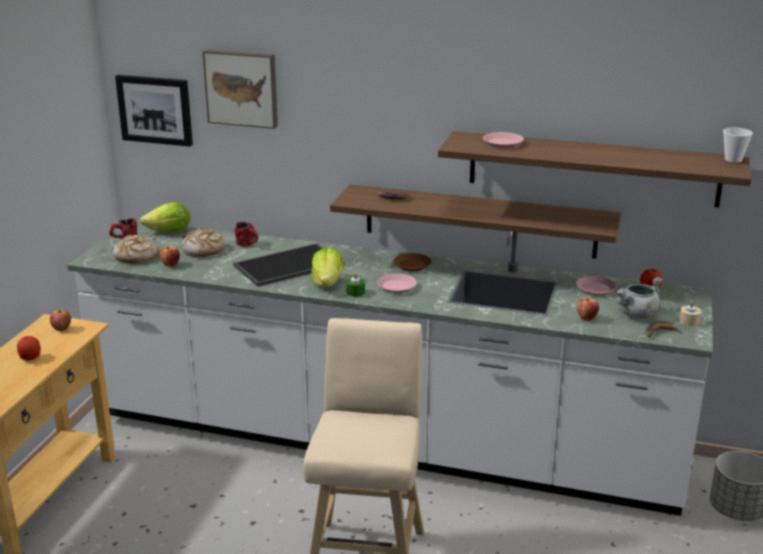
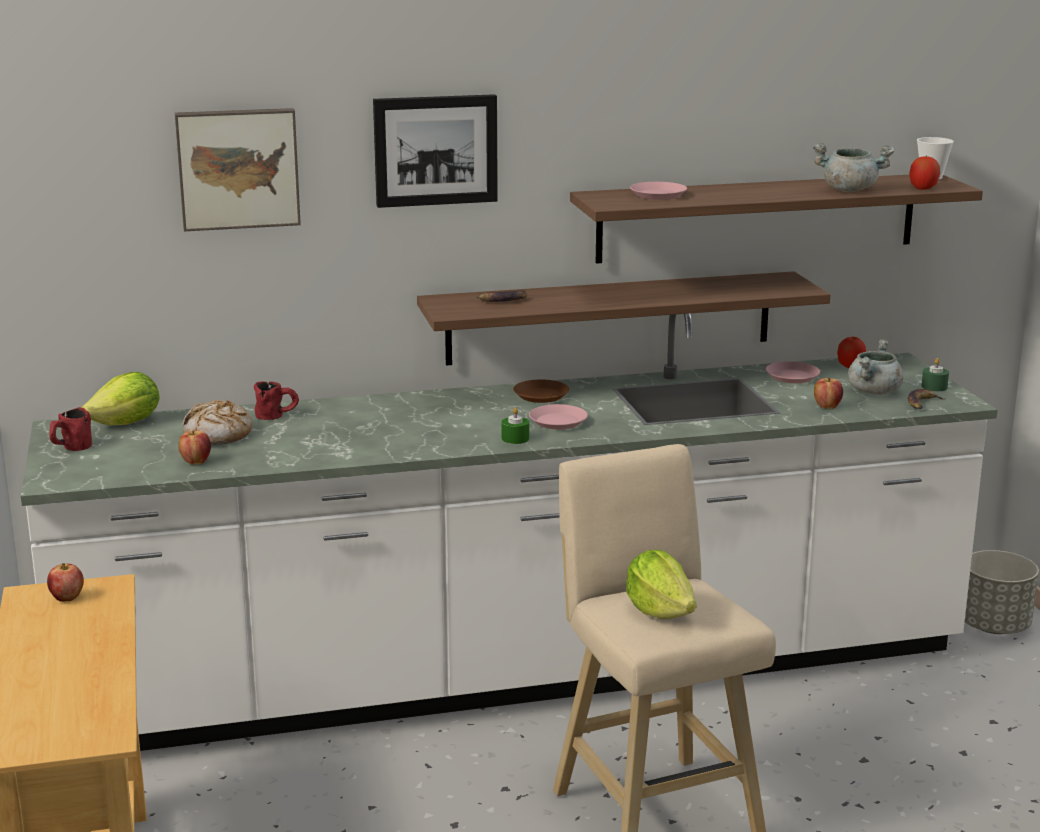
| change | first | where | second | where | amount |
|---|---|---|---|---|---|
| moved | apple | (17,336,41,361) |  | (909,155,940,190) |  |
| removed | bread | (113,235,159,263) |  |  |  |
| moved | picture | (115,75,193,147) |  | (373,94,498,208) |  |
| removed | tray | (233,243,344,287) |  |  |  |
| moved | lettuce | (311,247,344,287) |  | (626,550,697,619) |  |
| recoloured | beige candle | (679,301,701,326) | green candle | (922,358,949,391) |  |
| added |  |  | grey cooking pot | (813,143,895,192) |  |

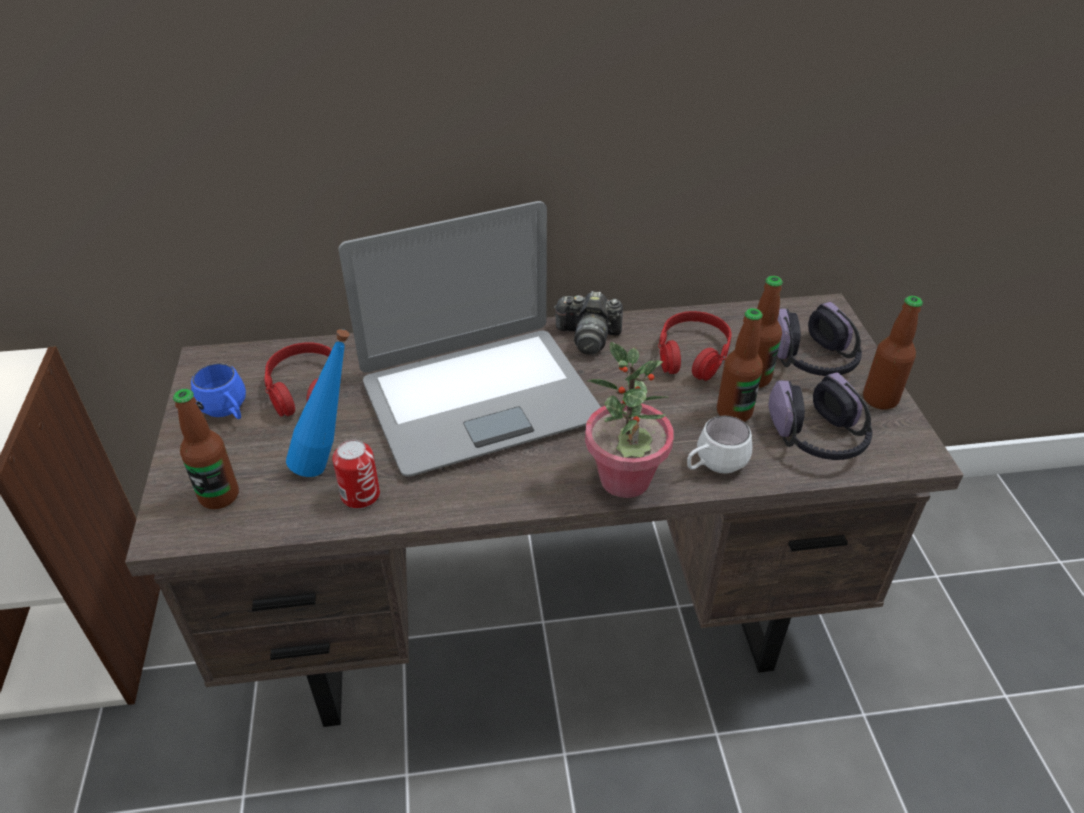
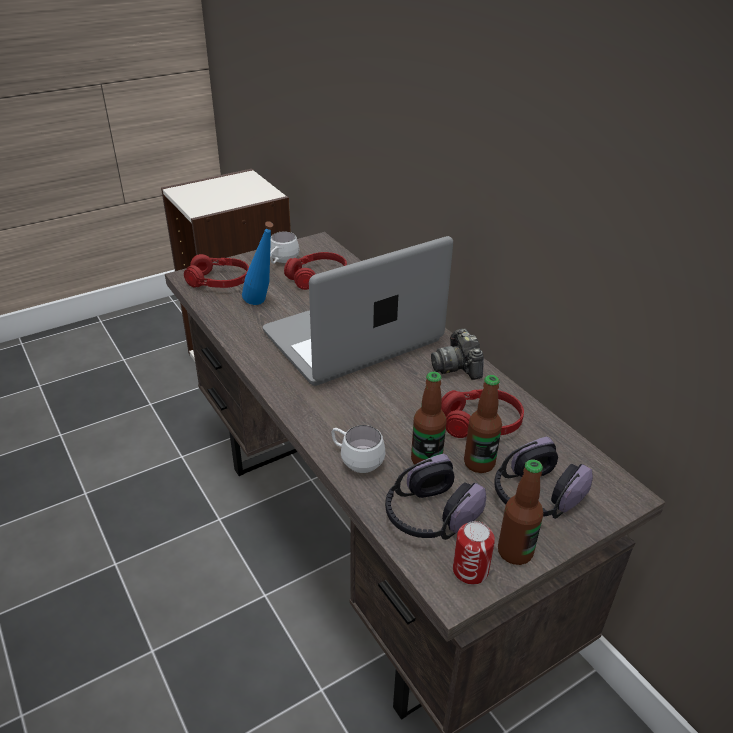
| change | first | where | second | where | amount |
|---|---|---|---|---|---|
| replaced | bottle | (173,389,239,509) | red headphones | (184,254,249,288) |  |
| recoloured | blue mug | (191,363,246,419) | white mug | (270,231,300,264) |  |
| moved | can | (332,440,380,509) |  | (453,521,495,585) |  |
| turned | laptop | (339,201,601,477) |  | (263,236,453,386) | 105 degrees clockwise |
| removed | potted plant | (585,342,674,498) |  |  |  |

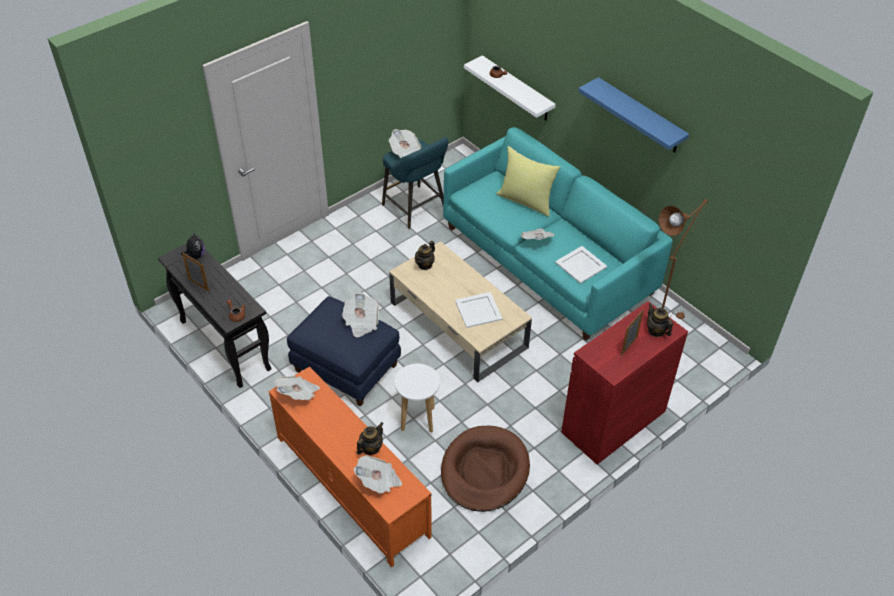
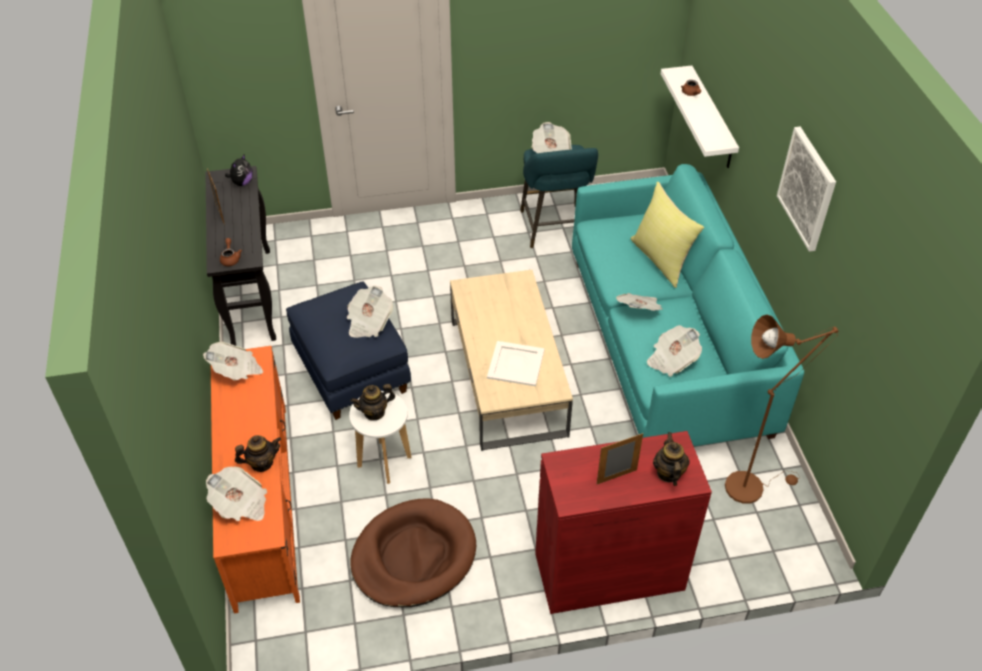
| change | first | where | second | where | amount |
|---|---|---|---|---|---|
| moved | teapot | (415,241,435,270) |  | (350,384,395,421) |  |
| replaced | white tray | (555,246,607,284) | newspaper | (647,325,702,377) |  |
| replaced | blue shelf | (578,77,689,153) | picture | (777,127,836,252) |  |

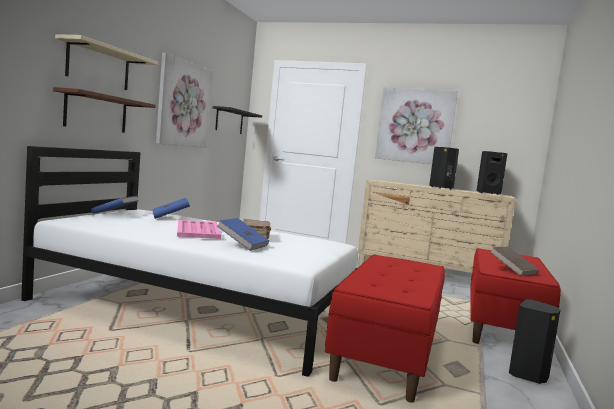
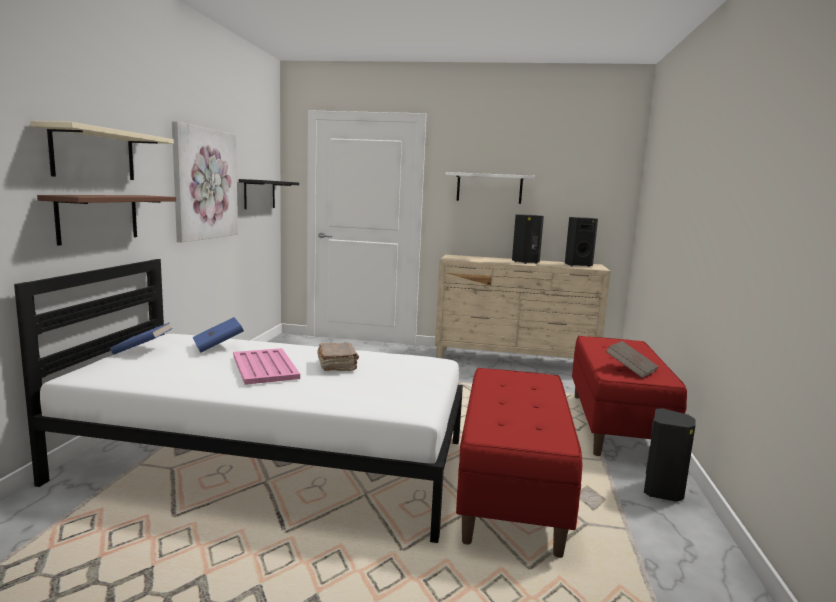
| change | first | where | second | where | amount |
|---|---|---|---|---|---|
| removed | blue book | (217,218,269,251) |  |  |  |
| replaced | picture | (375,87,458,164) | white shelf | (445,172,535,204) |  |

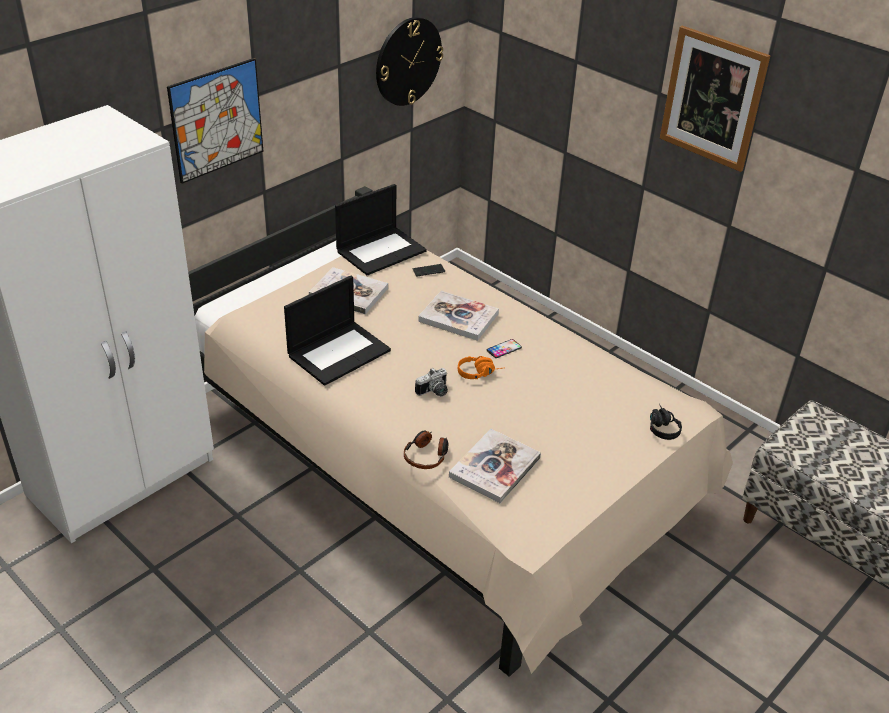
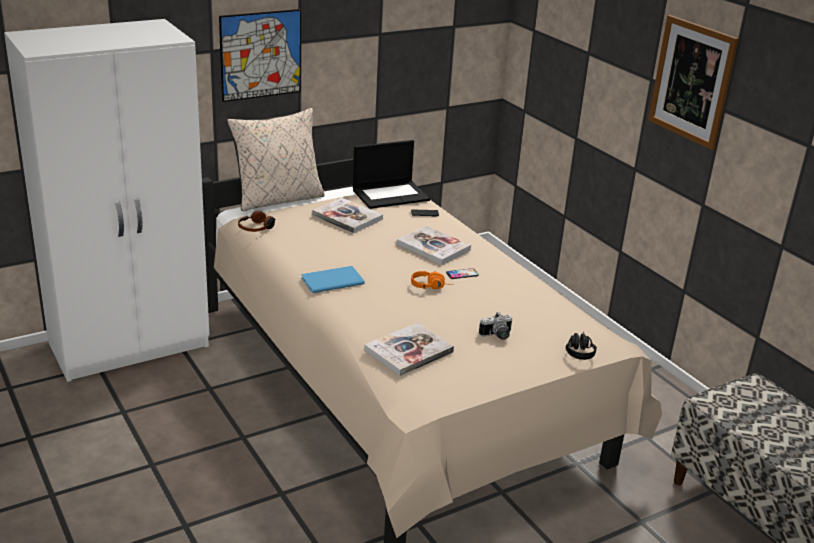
| change | first | where | second | where | amount |
|---|---|---|---|---|---|
| removed | laptop | (284,275,391,386) |  |  |  |
| removed | wall clock | (376,17,443,106) |  |  |  |
| moved | headphones | (404,430,448,469) |  | (238,211,276,232) |  |
| moved | photo camera | (415,368,448,397) |  | (479,312,512,340) |  |
| added |  |  | beige pillow | (227,108,325,211) |  |
| added |  |  | blue book | (301,266,365,293) |  |

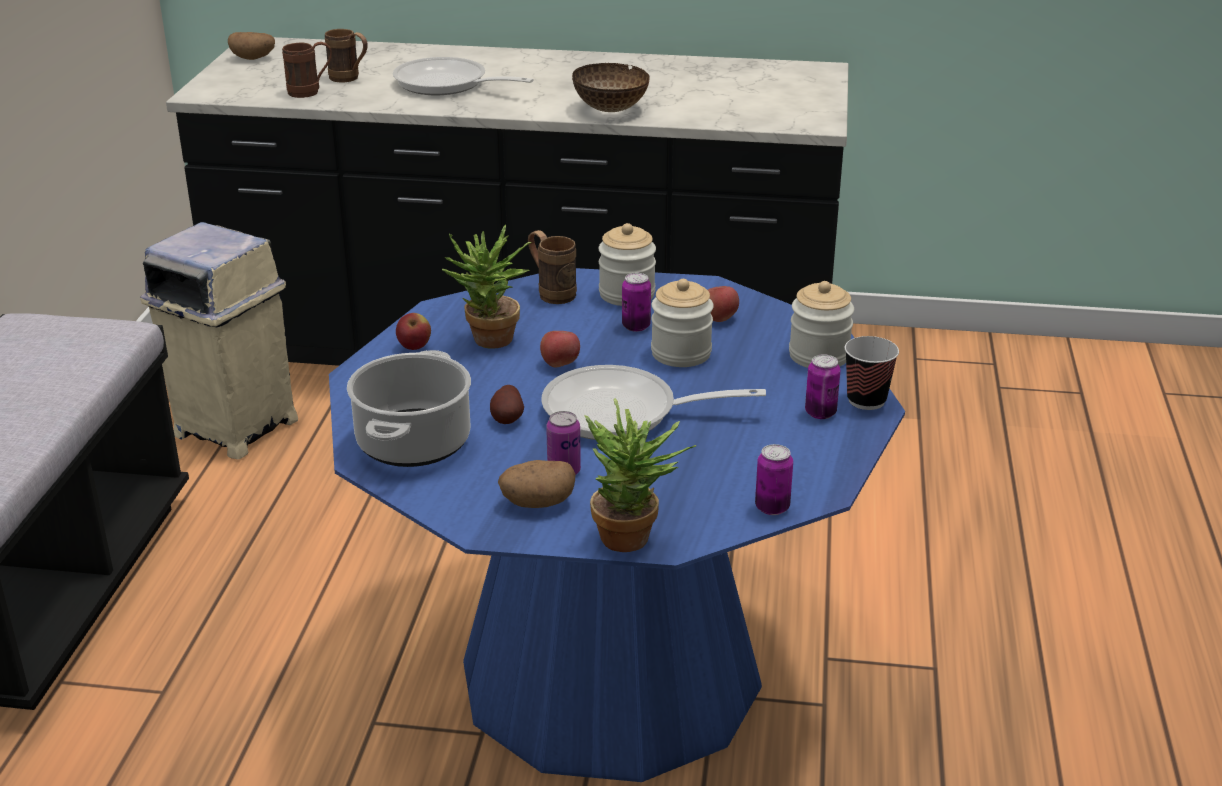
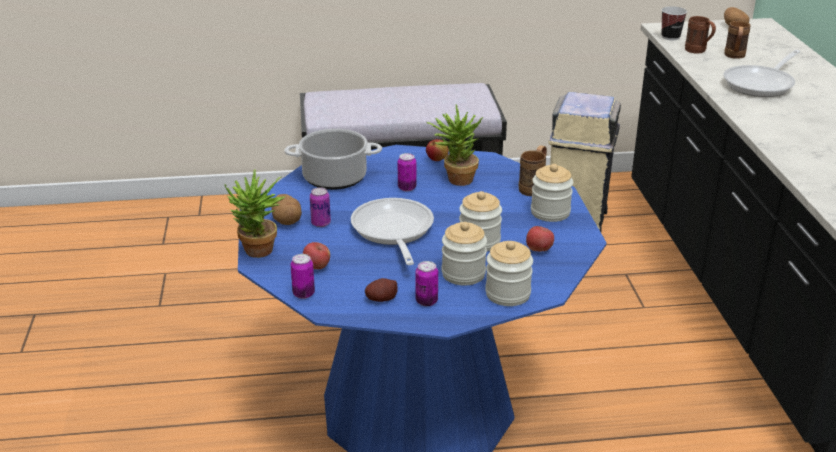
| change | first | where | second | where | amount |
|---|---|---|---|---|---|
| turned | frying pan | (393,57,534,95) |  | (723,50,800,97) | 150 degrees counterclockwise |
| moved | potato | (490,385,524,424) |  | (365,278,398,302) |  |
| moved | apple | (540,331,580,367) |  | (303,242,330,269) |  |
| removed | bowl | (572,63,650,112) |  |  |  |
| moved | can | (622,273,651,332) |  | (398,153,416,191) |  |
| moved | cup | (845,336,899,410) |  | (662,6,687,40) |  |
| added |  |  | jar | (442,222,487,285) |  |

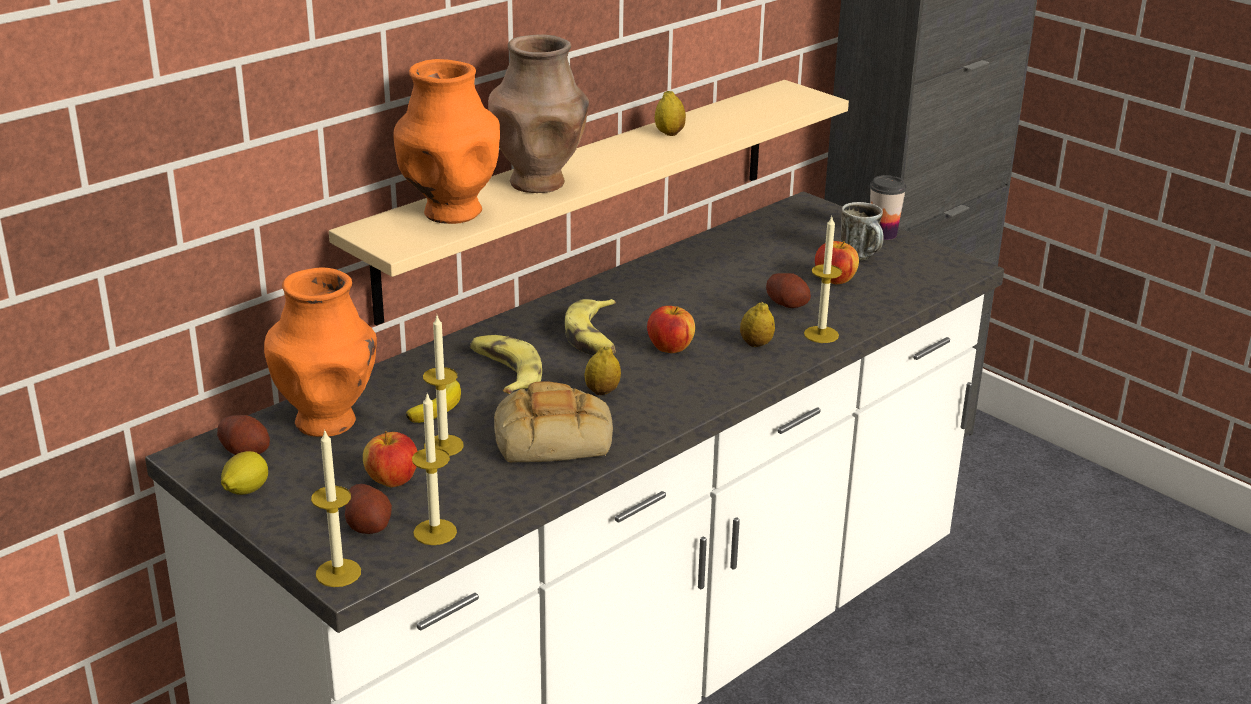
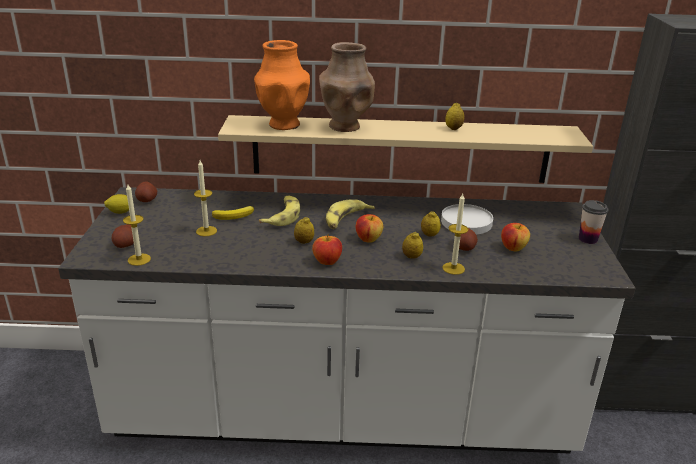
| change | first | where | second | where | amount |
|---|---|---|---|---|---|
| removed | orange vase | (264,268,377,437) |  |  |  |
| removed | candle | (311,431,361,587) |  |  |  |
| moved | apple | (363,431,418,487) |  | (312,234,342,265) |  |
| removed | bread | (494,381,613,462) |  |  |  |
| removed | mug | (840,202,884,261) |  |  |  |
| added |  |  | lemon | (421,211,441,237) |  |
| added |  |  | white plate | (441,204,493,235) |  |

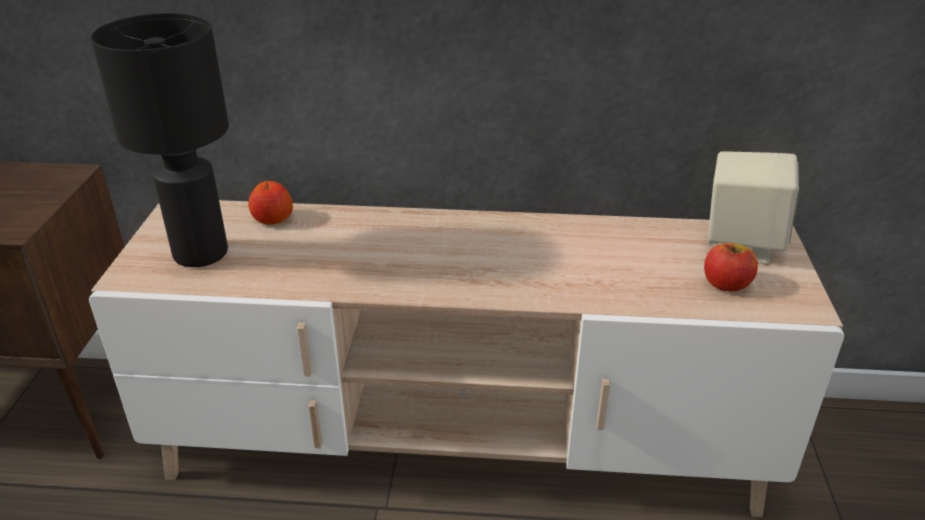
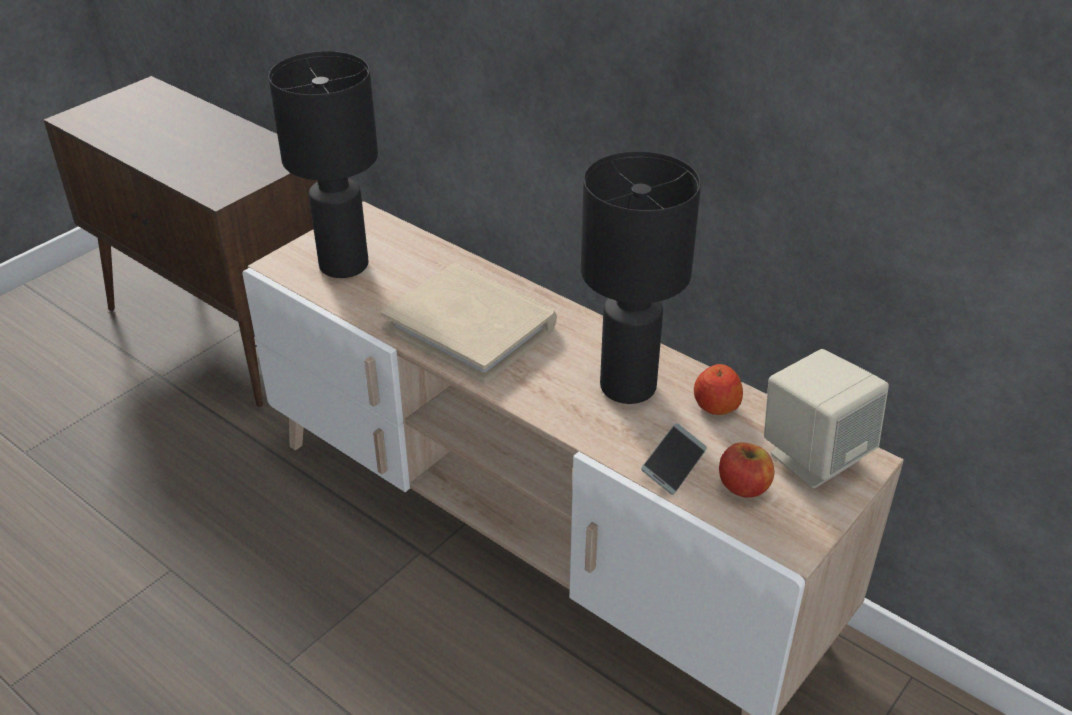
| change | first | where | second | where | amount |
|---|---|---|---|---|---|
| moved | apple | (248,181,293,225) |  | (694,364,743,415) |  |
| added |  |  | beige book | (381,263,557,384) |  |
| added |  |  | black table lamp | (581,151,701,404) |  |
| added |  |  | phone | (641,423,707,495) |  |

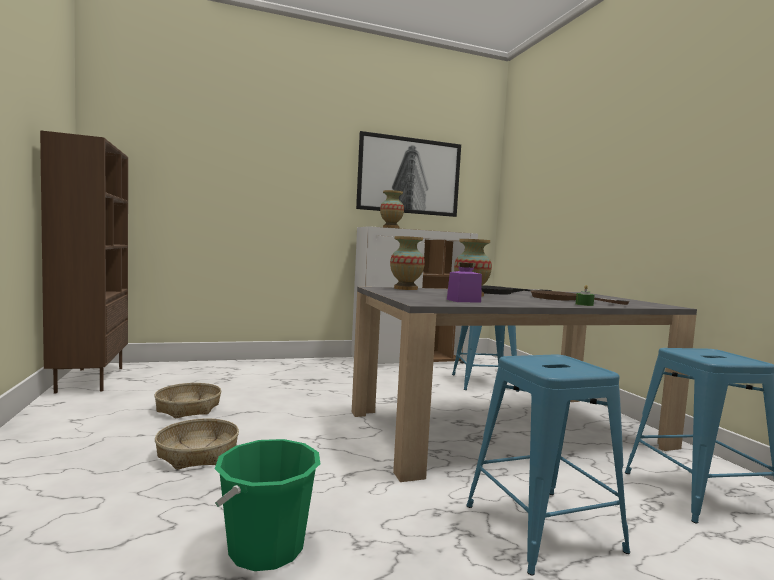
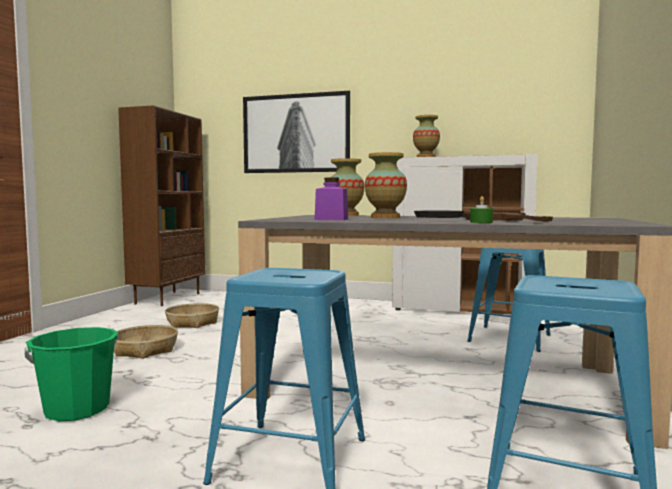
| change | first | where | second | where | amount |
|---|---|---|---|---|---|
| moved | picture | (356,131,461,217) |  | (243,91,350,173) |  |

